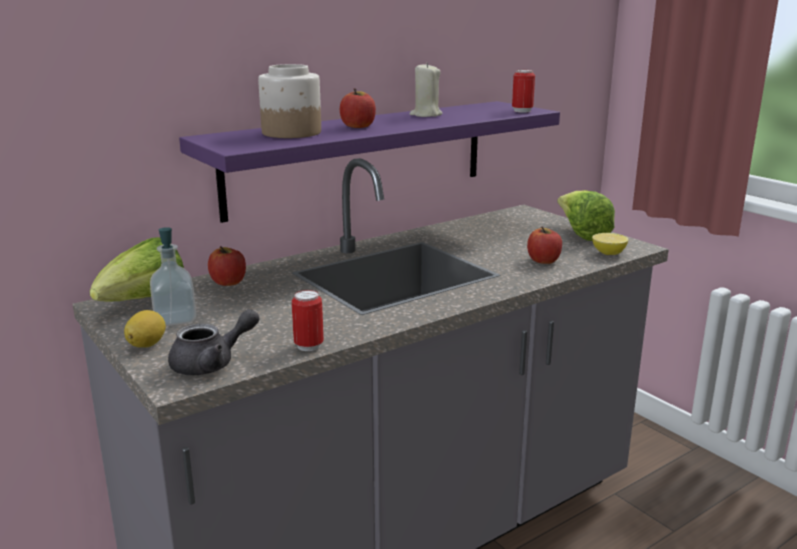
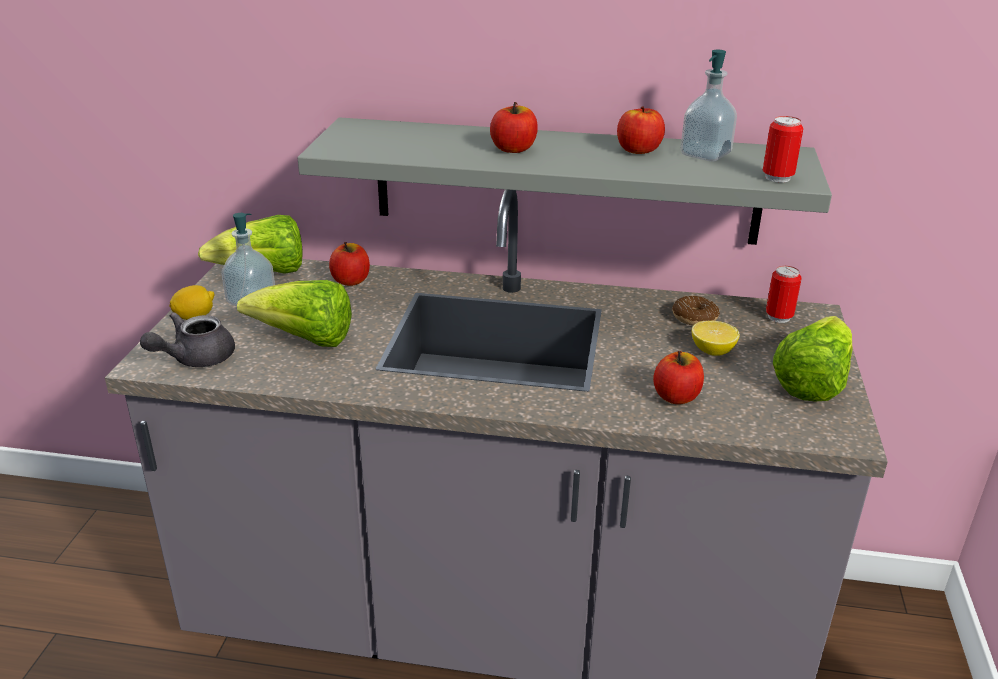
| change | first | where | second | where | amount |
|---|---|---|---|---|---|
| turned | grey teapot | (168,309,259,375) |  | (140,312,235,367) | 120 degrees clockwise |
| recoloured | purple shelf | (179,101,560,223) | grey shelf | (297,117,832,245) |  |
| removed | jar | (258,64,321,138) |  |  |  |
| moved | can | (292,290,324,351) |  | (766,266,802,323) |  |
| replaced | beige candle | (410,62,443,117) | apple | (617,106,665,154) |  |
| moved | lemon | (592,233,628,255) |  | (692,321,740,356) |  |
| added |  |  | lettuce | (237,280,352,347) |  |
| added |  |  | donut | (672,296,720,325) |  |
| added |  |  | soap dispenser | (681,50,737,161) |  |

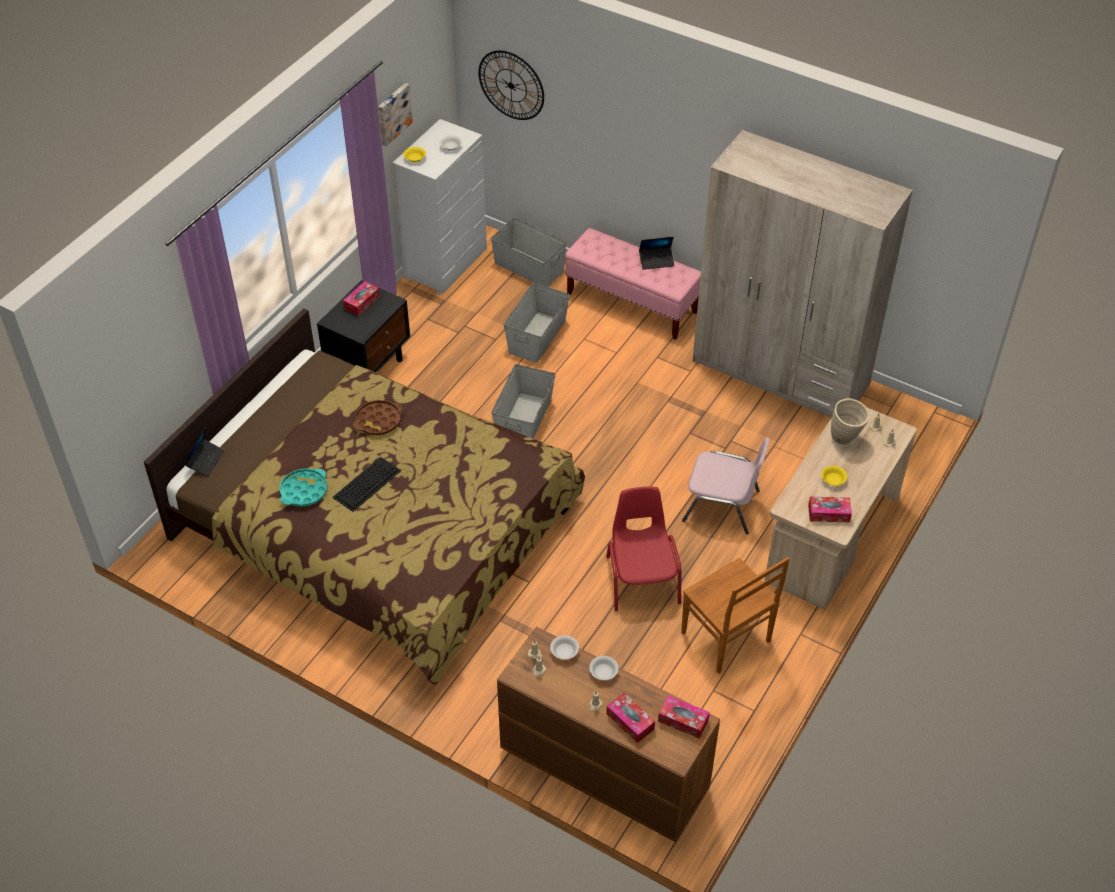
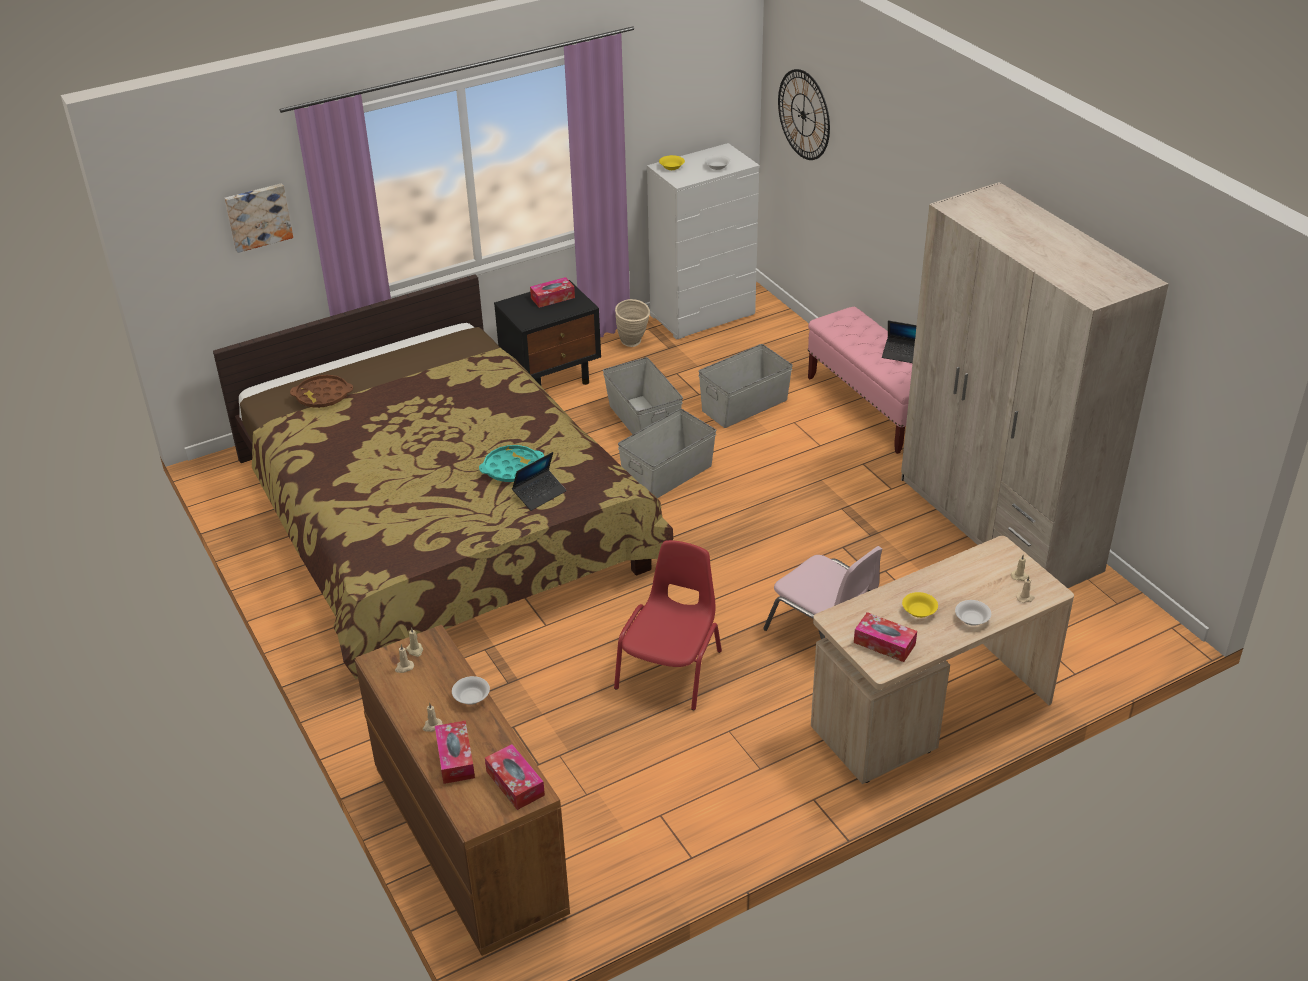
| change | first | where | second | where | amount |
|---|---|---|---|---|---|
| moved | laptop | (185,426,225,477) |  | (512,452,567,511) |  |
| moved | turquoise tray | (279,468,327,507) |  | (479,445,544,482) |  |
| removed | keyboard | (332,457,401,512) |  |  |  |
| moved | brown tray | (353,400,403,435) |  | (290,375,353,408) |  |
| moved | picture | (378,83,413,146) |  | (225,183,293,253) |  |
| moved | grey storage box | (491,218,567,287) |  | (603,357,683,434) |  |
| moved | white bowl | (550,635,579,660) |  | (955,600,991,626) |  |
| removed | brown chair | (681,557,790,674) |  |  |  |
| moved | beige vase | (831,398,870,446) |  | (615,299,650,347) |  |

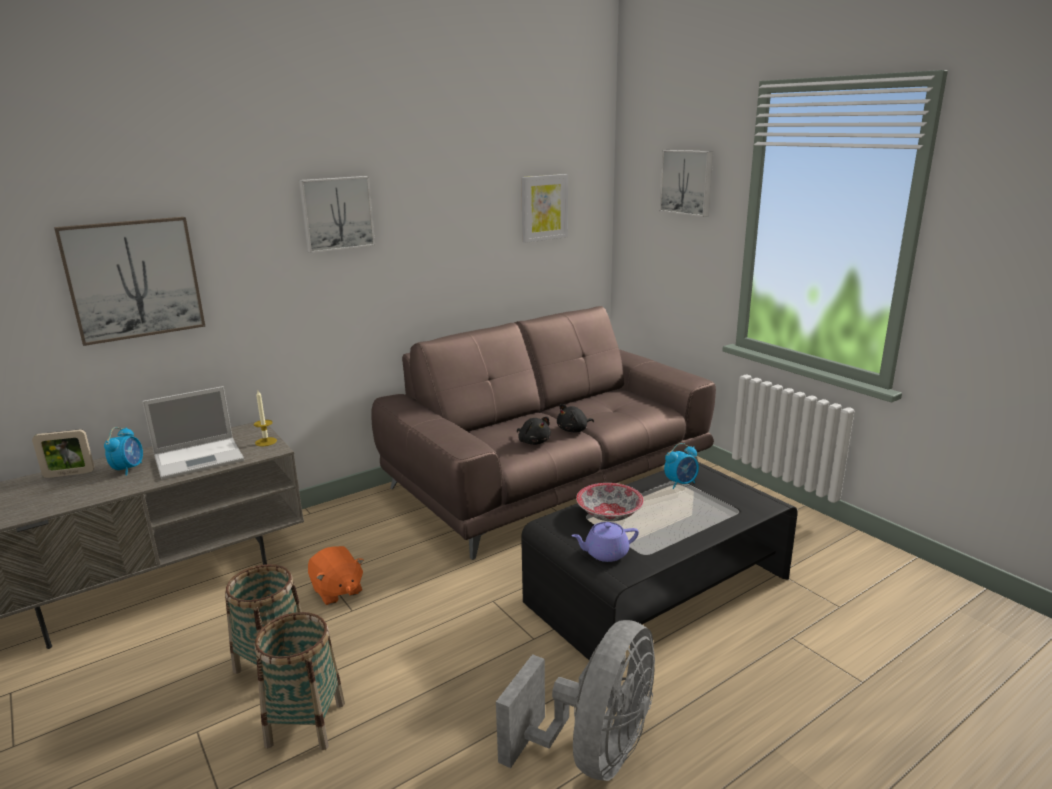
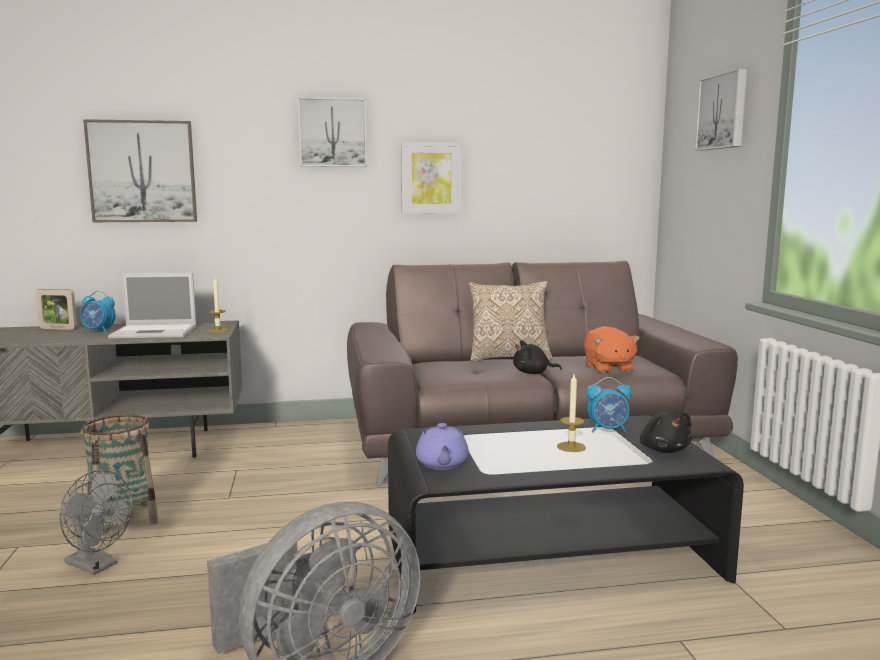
| change | first | where | second | where | amount |
|---|---|---|---|---|---|
| turned | alarm clock | (104,427,143,476) |  | (80,291,116,333) | 75 degrees clockwise |
| replaced | basket | (255,612,345,750) | grey fan | (59,470,132,575) |  |
| moved | orange plush toy | (308,546,364,605) |  | (584,326,640,374) |  |
| moved | black plush toy | (517,417,551,445) |  | (640,412,692,453) |  |
| moved | picture | (521,174,568,243) |  | (401,142,462,214) |  |
| turned | purple teapot | (571,522,639,562) |  | (416,423,469,470) | 105 degrees counterclockwise |
| removed | bowl | (576,483,644,521) |  |  |  |
| added |  |  | pillow | (469,281,553,362) |  |
| added |  |  | candle | (557,374,586,452) |  |

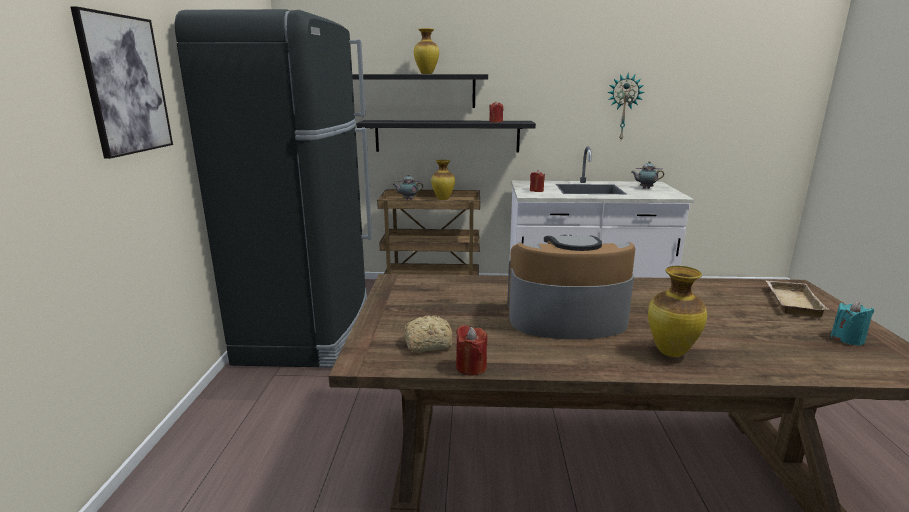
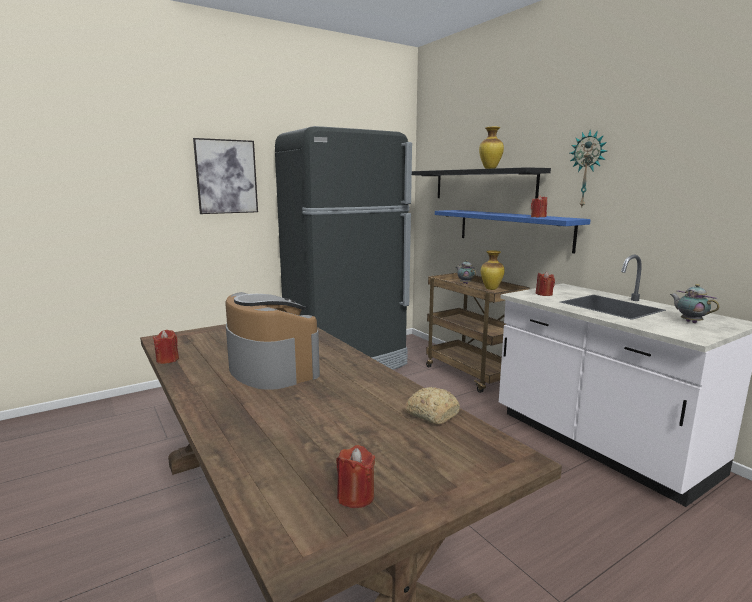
| change | first | where | second | where | amount |
|---|---|---|---|---|---|
| recoloured | black shelf | (356,120,536,152) | blue shelf | (435,210,591,254) |  |
| moved | bread | (404,315,452,352) |  | (405,387,460,425) |  |
| moved | wall clock | (607,73,645,140) |  | (570,130,607,209) |  |
| removed | vase | (648,266,707,357) |  |  |  |
| removed | beige tray | (766,281,828,318) |  |  |  |
| recoloured | turquoise candle | (831,301,874,346) | red candle | (336,445,375,508) |  |

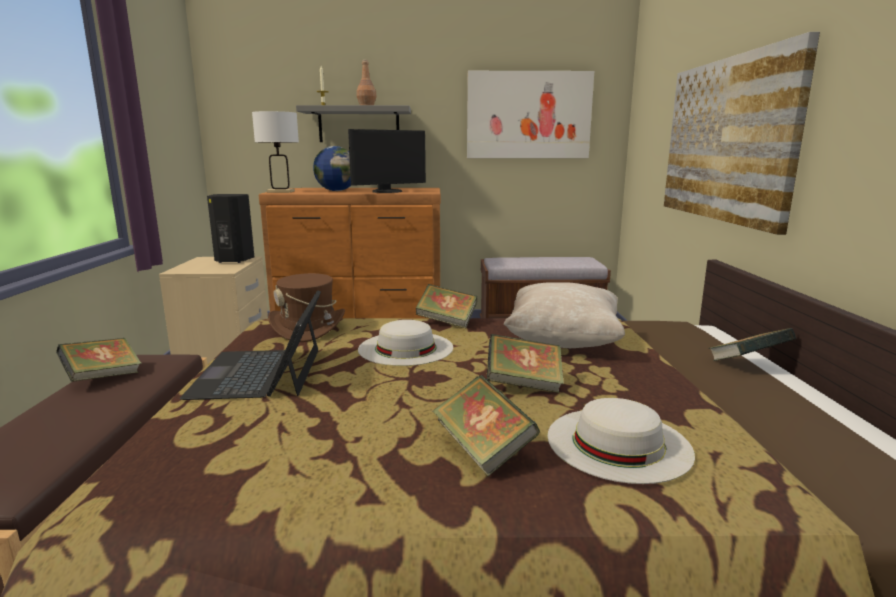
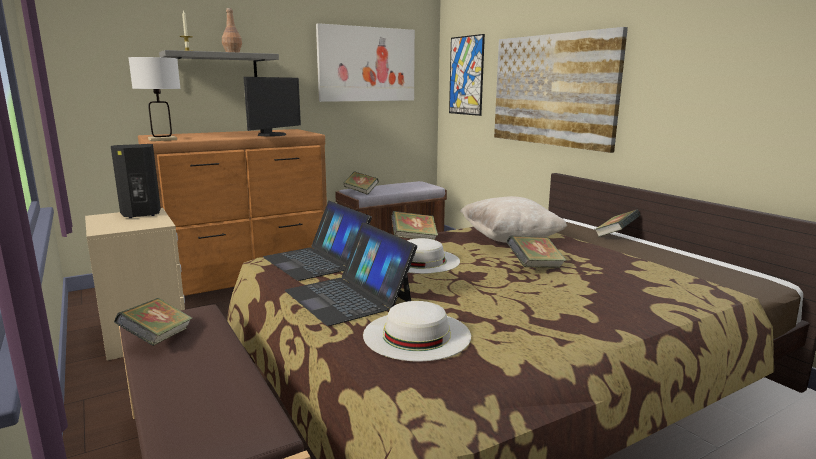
| change | first | where | second | where | amount |
|---|---|---|---|---|---|
| replaced | brown hat | (268,273,345,342) | laptop | (263,201,372,281) |  |
| removed | globe | (313,146,351,191) |  |  |  |
| moved | book | (432,375,540,477) |  | (343,171,379,195) |  |
| moved | white hat | (547,398,695,484) |  | (363,301,471,361) |  |
| added |  |  | picture | (449,34,485,116) |  |

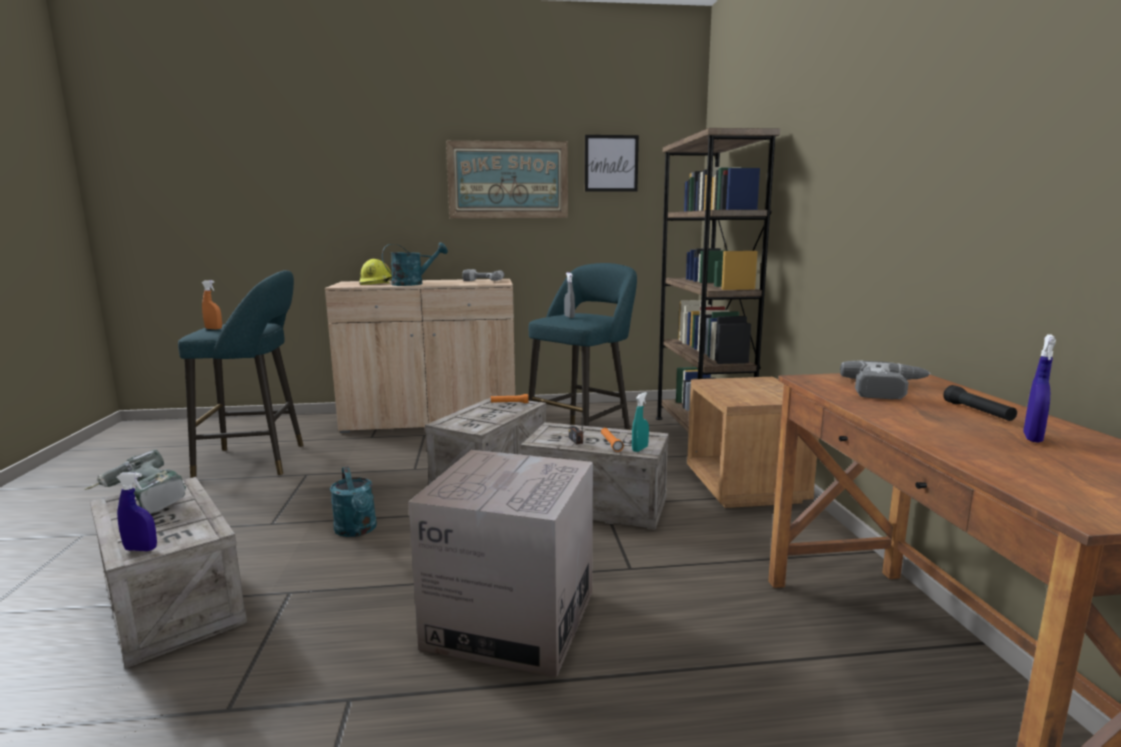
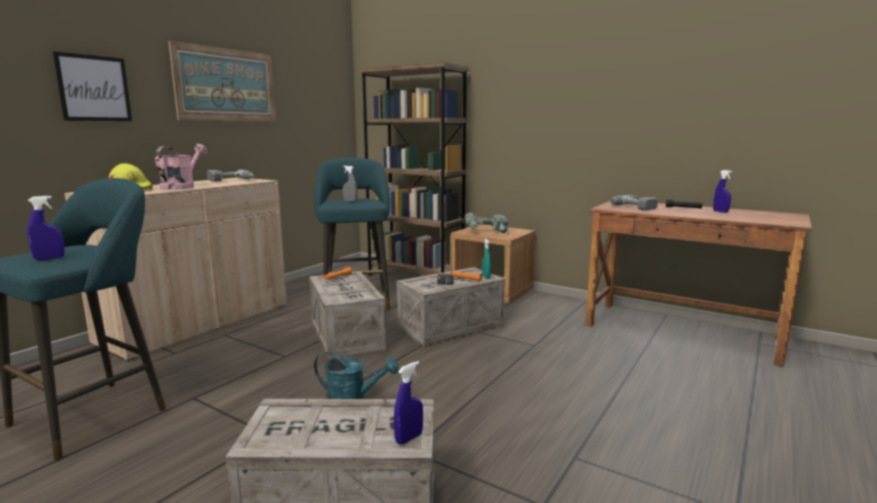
| change | first | where | second | where | amount |
|---|---|---|---|---|---|
| moved | power drill | (84,449,186,514) |  | (464,212,509,234) |  |
| recoloured | orange spray bottle | (202,280,222,329) | blue spray bottle | (27,196,65,260) |  |
| recoloured | turquoise watering can | (382,242,448,286) | pink watering can | (155,144,207,190) |  |
| removed | cardboard box | (408,450,593,677) |  |  |  |
| moved | picture | (585,135,639,192) |  | (53,51,132,121) |  |

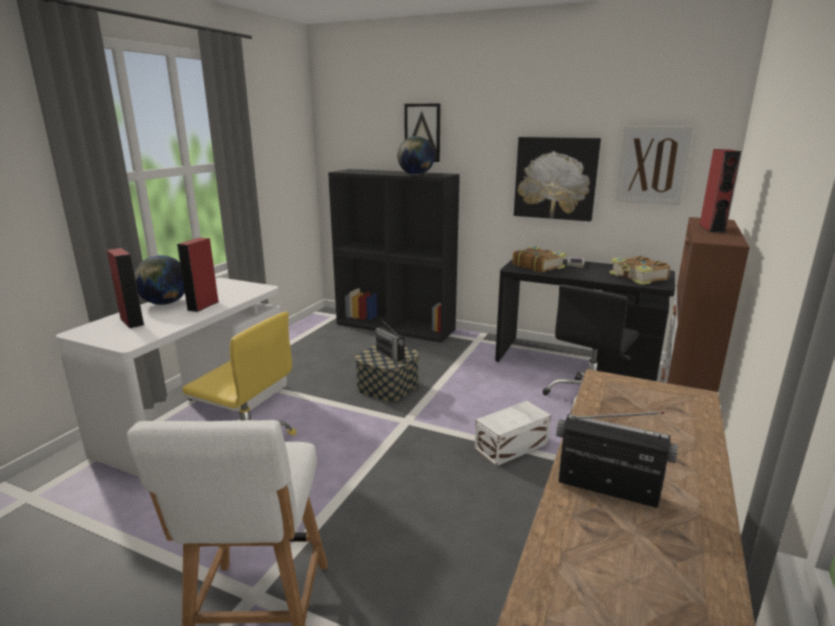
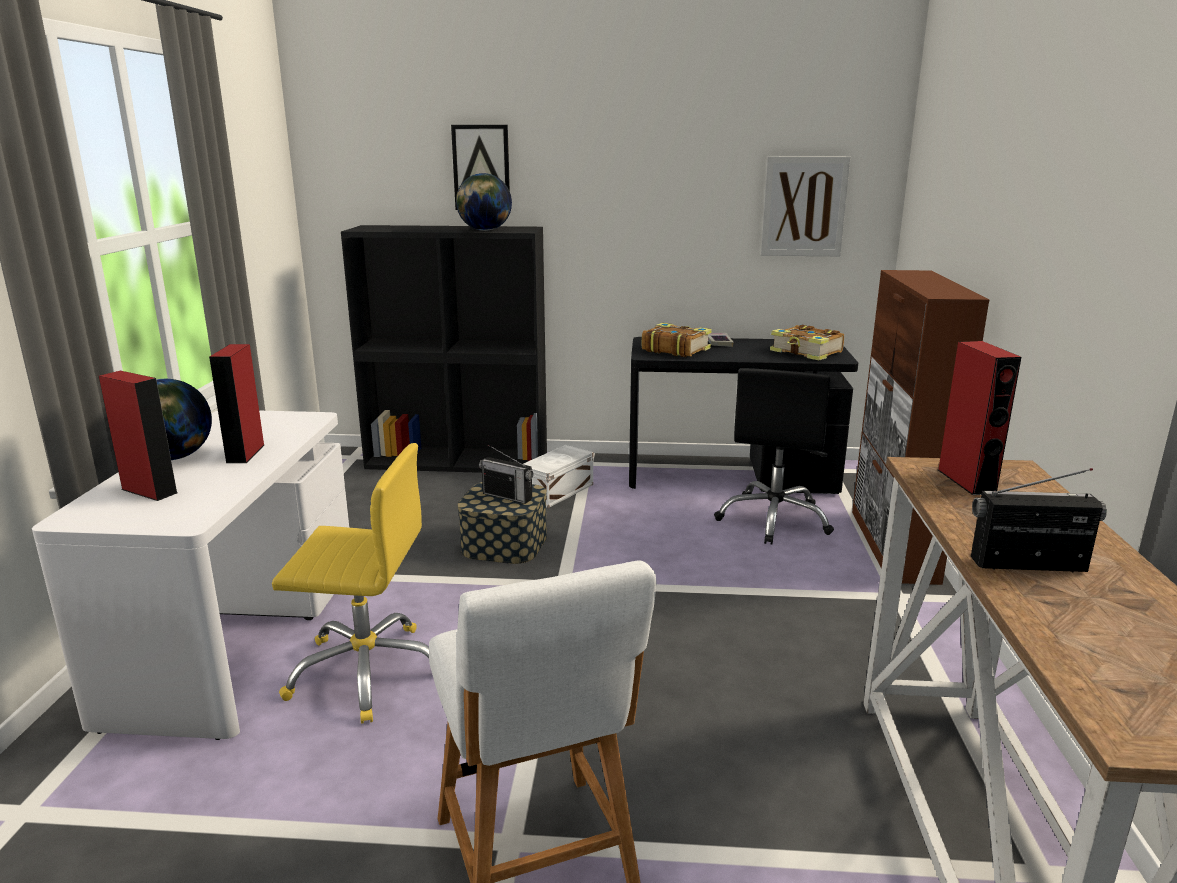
| change | first | where | second | where | amount |
|---|---|---|---|---|---|
| moved | white storage box | (475,401,551,466) |  | (523,445,593,508) |  |
| removed | picture | (514,137,601,221) |  |  |  |
| moved | red speaker | (699,149,741,233) |  | (938,341,1021,495) |  |

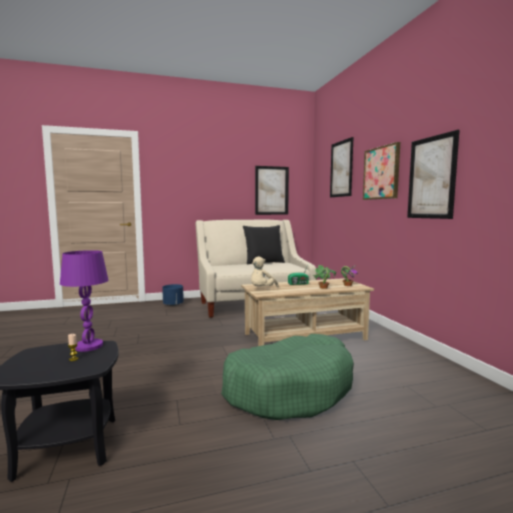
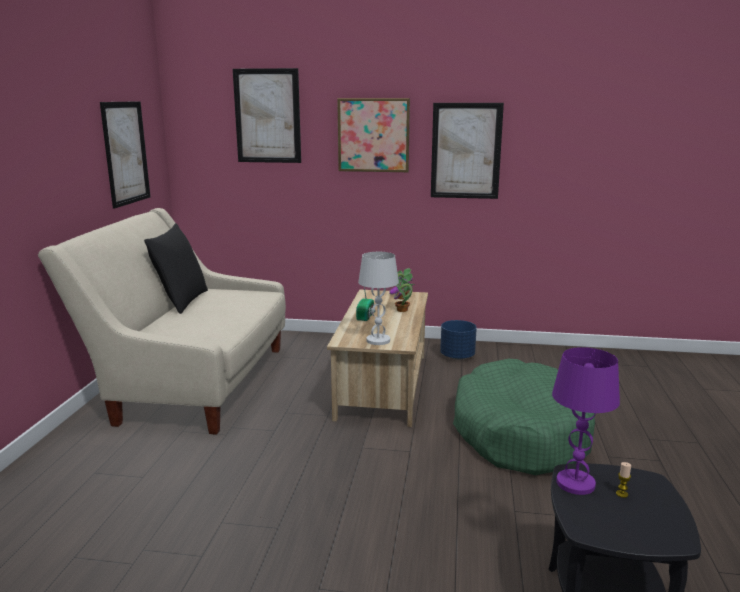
| change | first | where | second | where | amount |
|---|---|---|---|---|---|
| moved | blue planter | (162,284,184,306) |  | (440,320,477,360) |  |
| replaced | beige plush toy | (251,256,279,287) | white table lamp | (358,252,399,345) |  |

